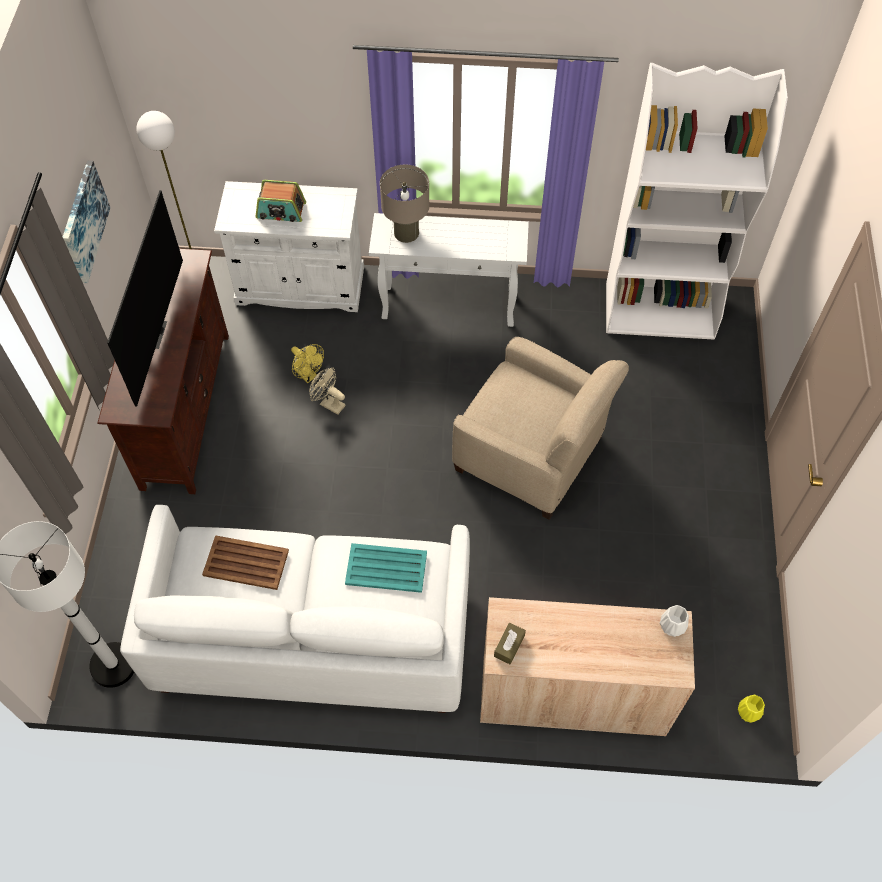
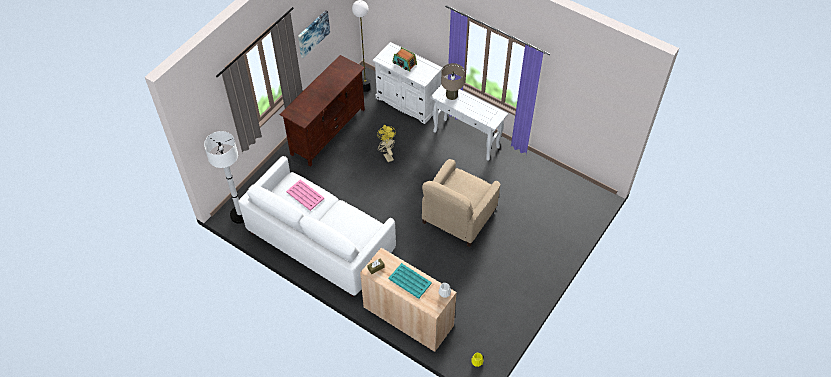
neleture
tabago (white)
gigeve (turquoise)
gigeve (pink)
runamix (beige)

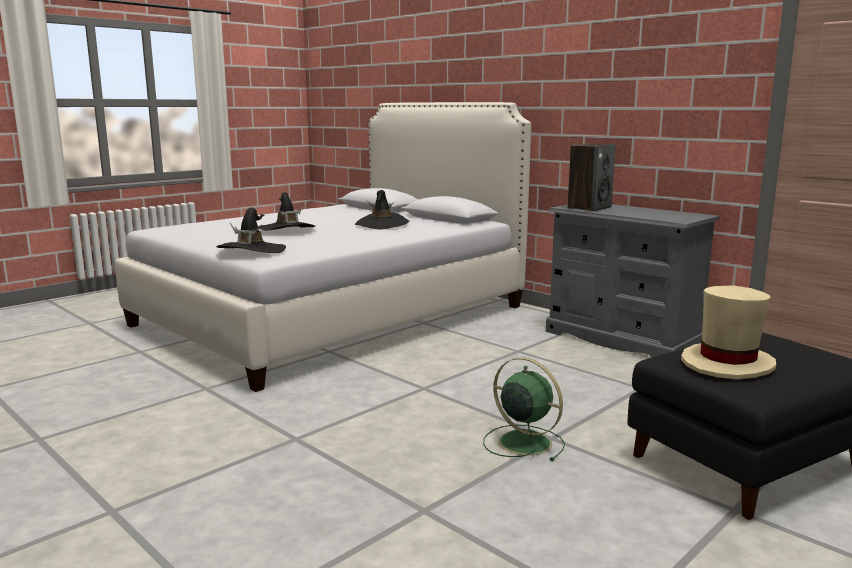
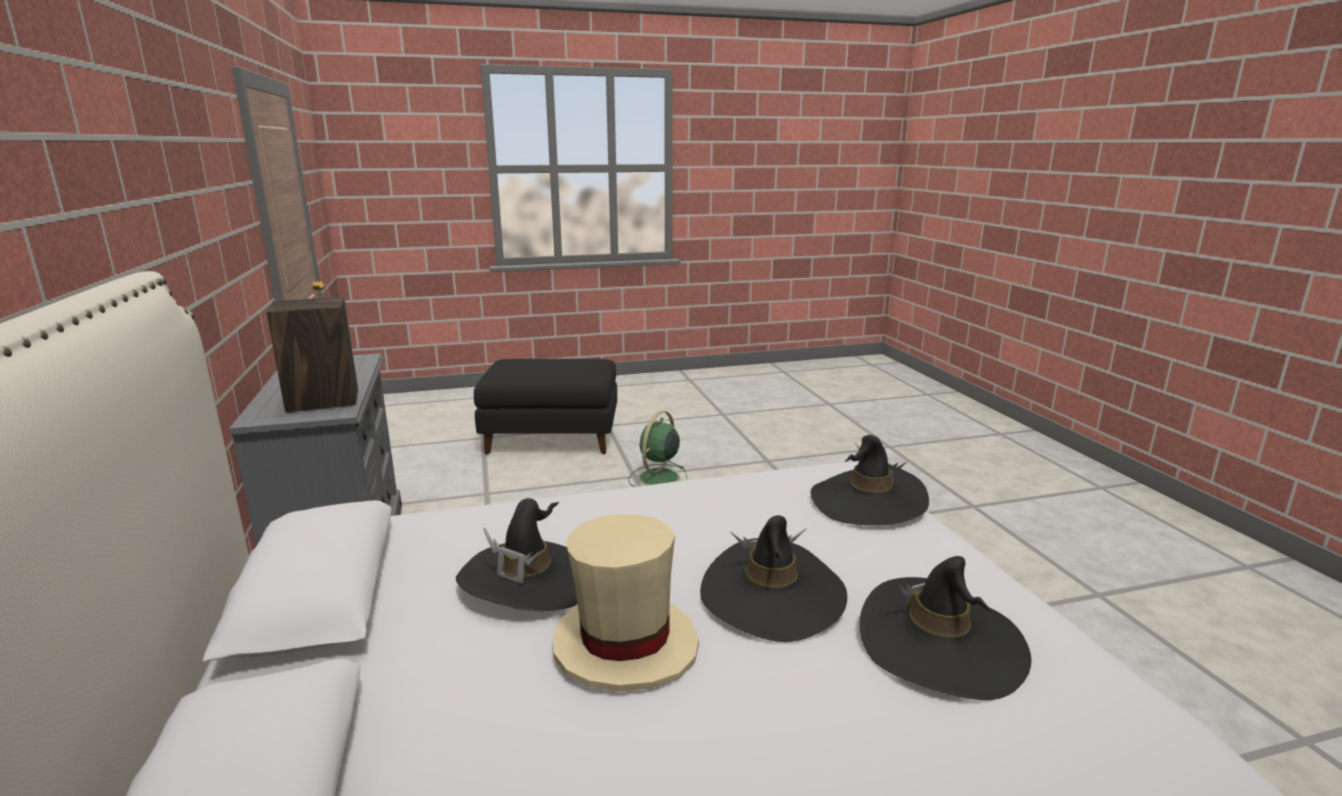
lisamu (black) (4th from left)
lisamu (beige)
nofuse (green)

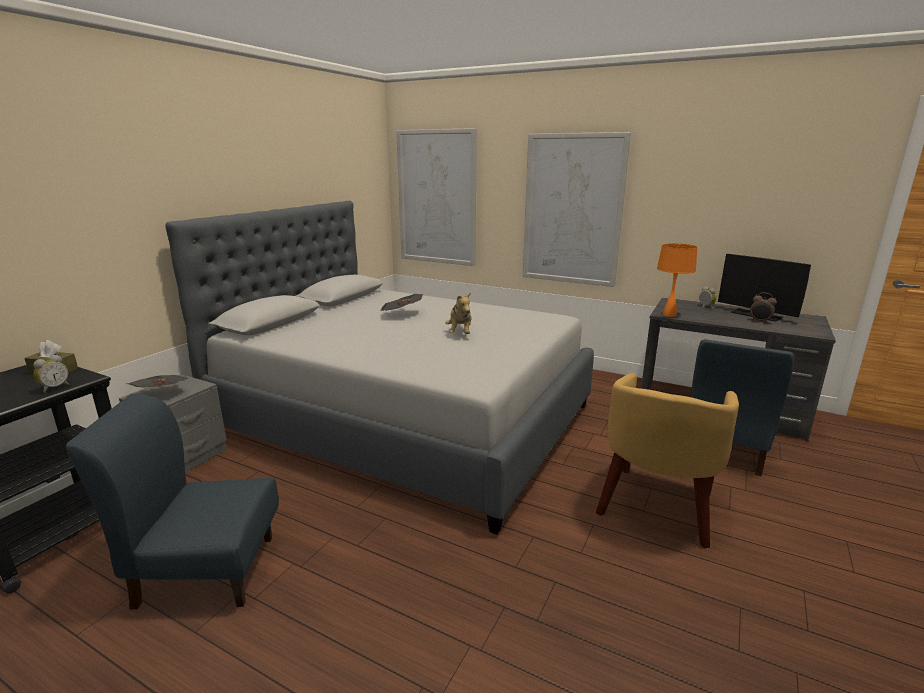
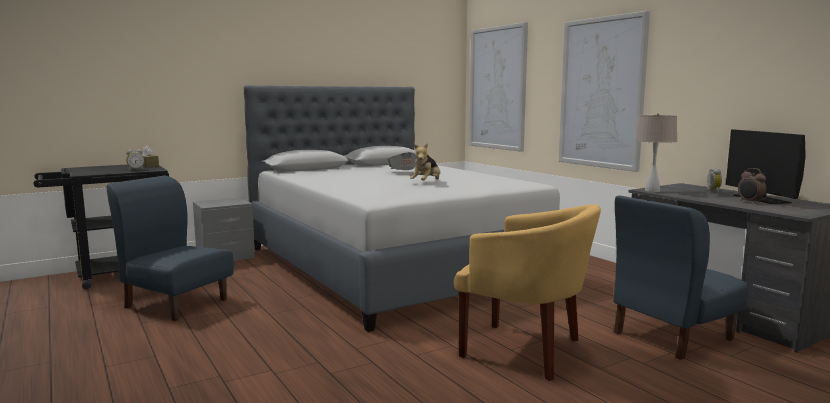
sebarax (1st from left in the first image)
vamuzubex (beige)
runamix (yellow)

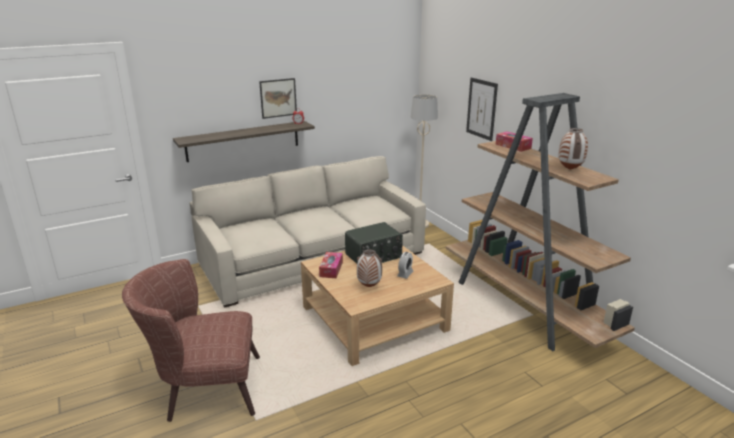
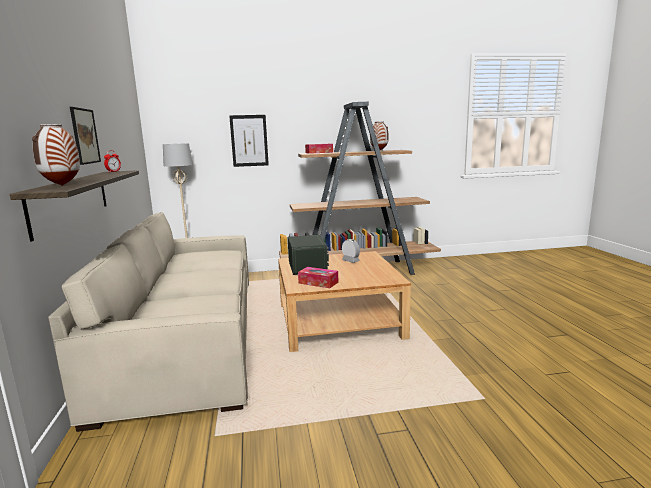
runamix (brown)
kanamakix (1st from left)

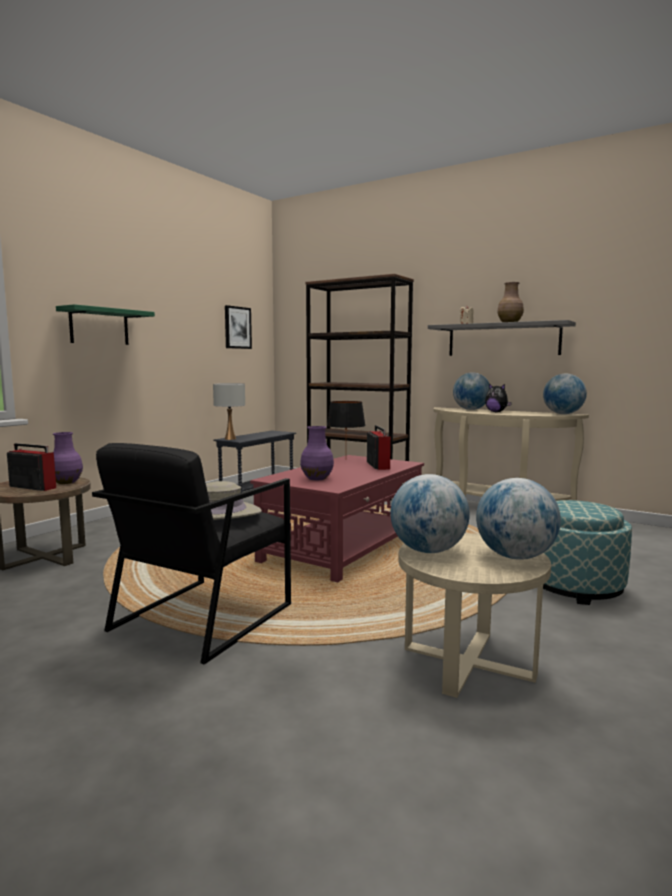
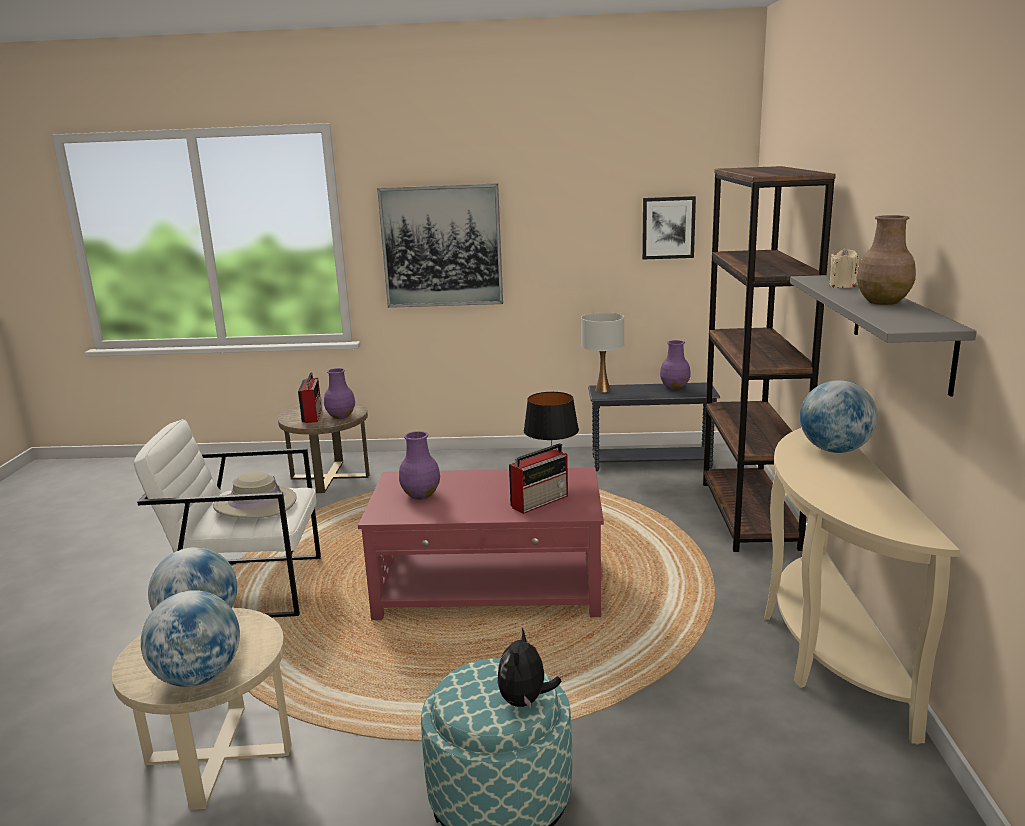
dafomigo (4th from left in the first image)
kanamakix (purple) (3rd from left)
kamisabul
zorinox (1st from left)
runamix (white)

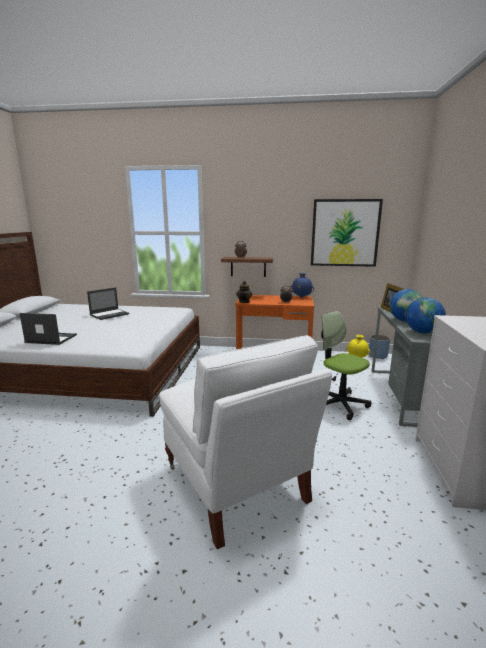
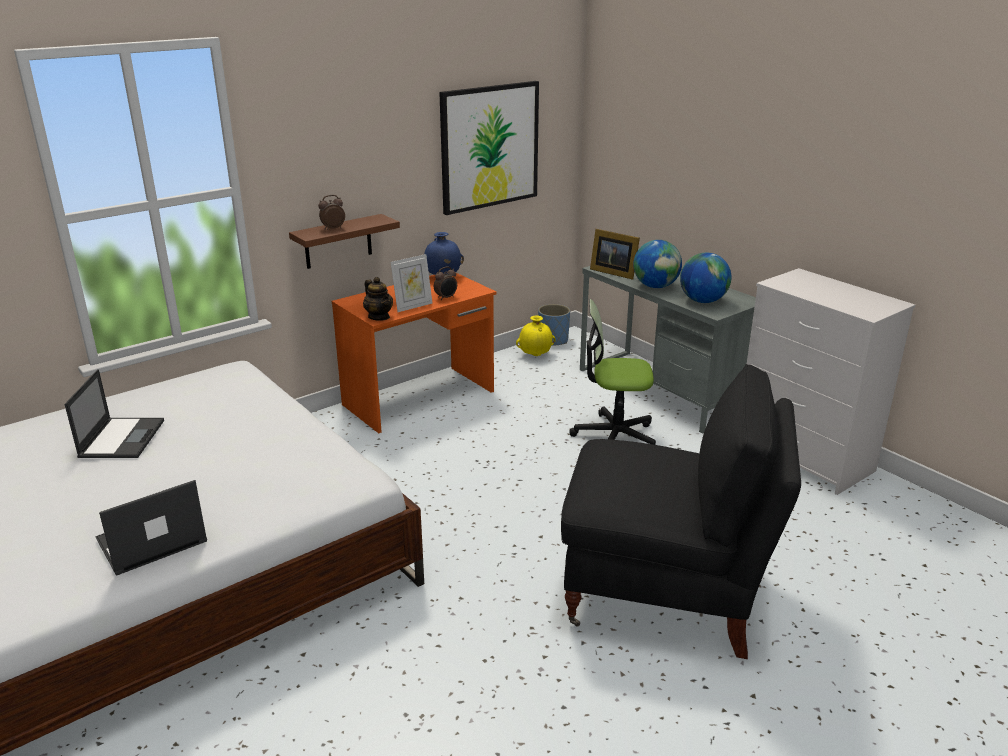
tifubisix (1st from left)
runamix (black)

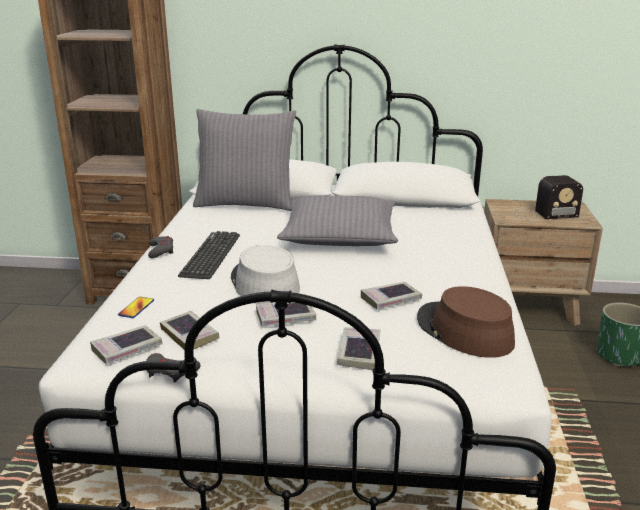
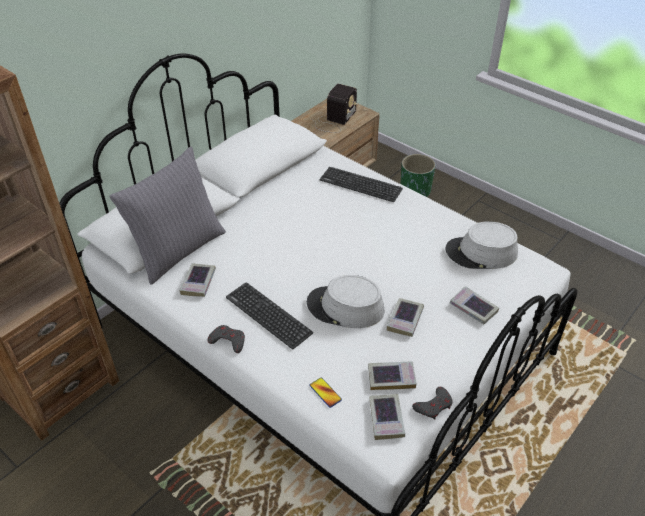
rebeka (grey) (2nd from left in the first image)
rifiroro (2nd from left)
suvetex (1st from left)
lisamu (grey) (2nd from left)

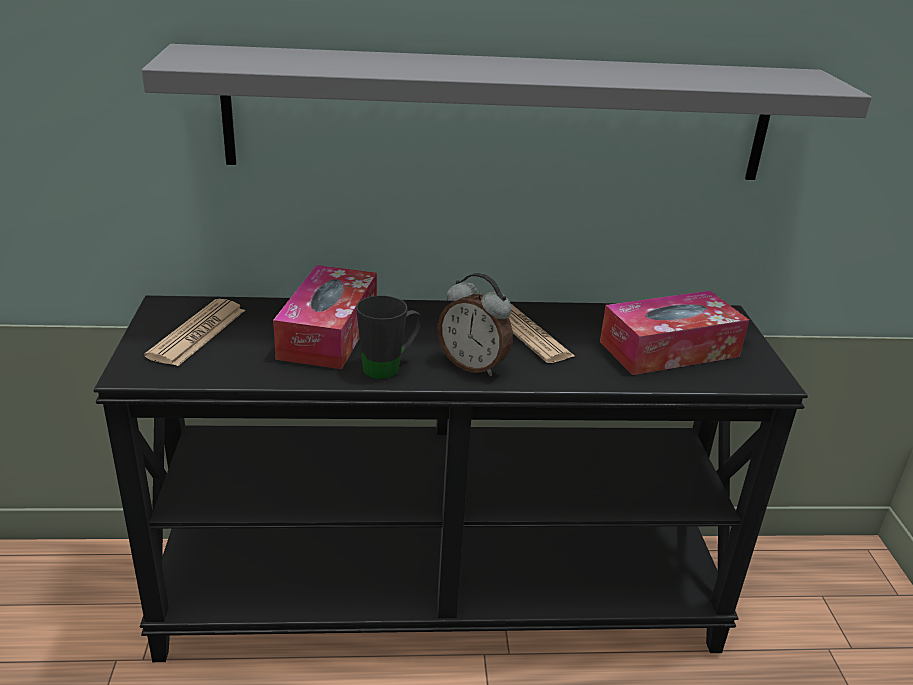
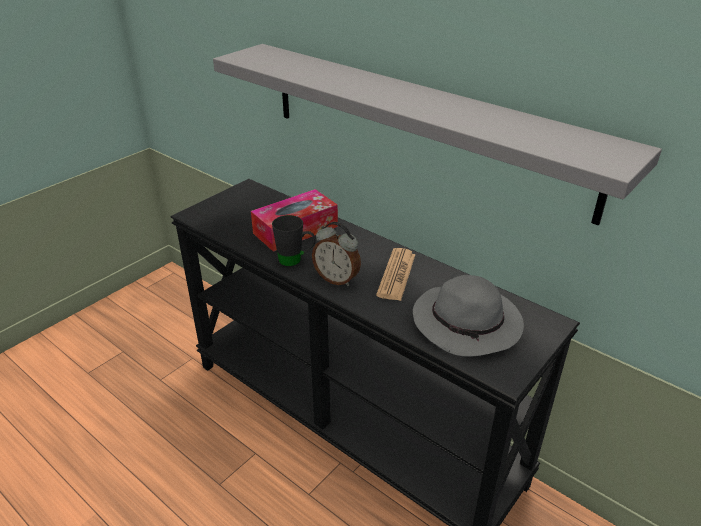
sebarax (1st from left in the first image)
lisamu (grey)
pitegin

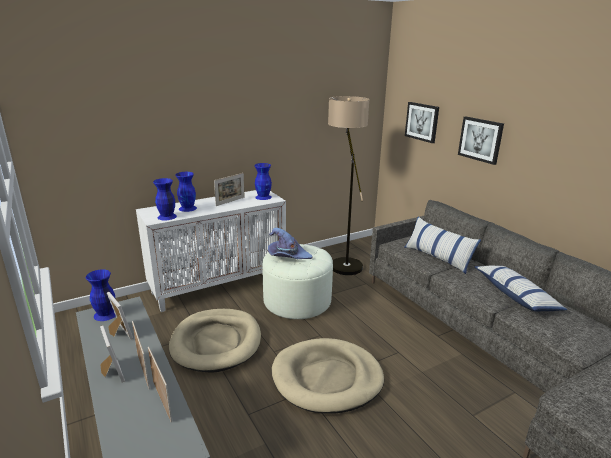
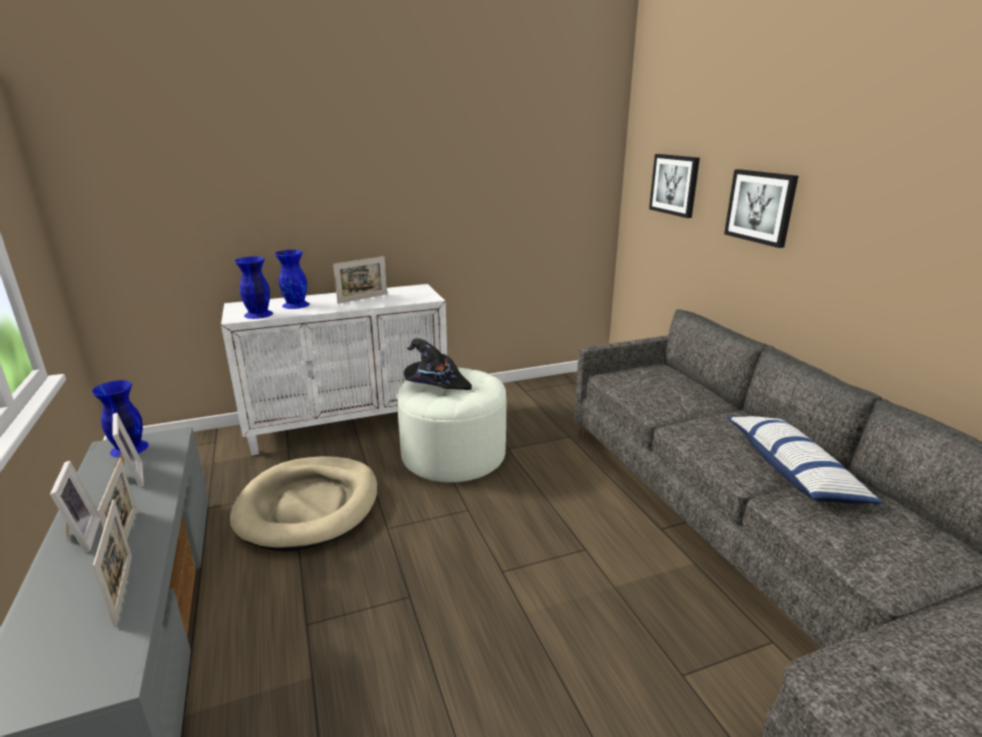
kanamakix (blue) (4th from left in the first image)
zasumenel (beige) (2nd from left in the first image)
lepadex
rebeka (1st from left in the first image)
lisamu (black)

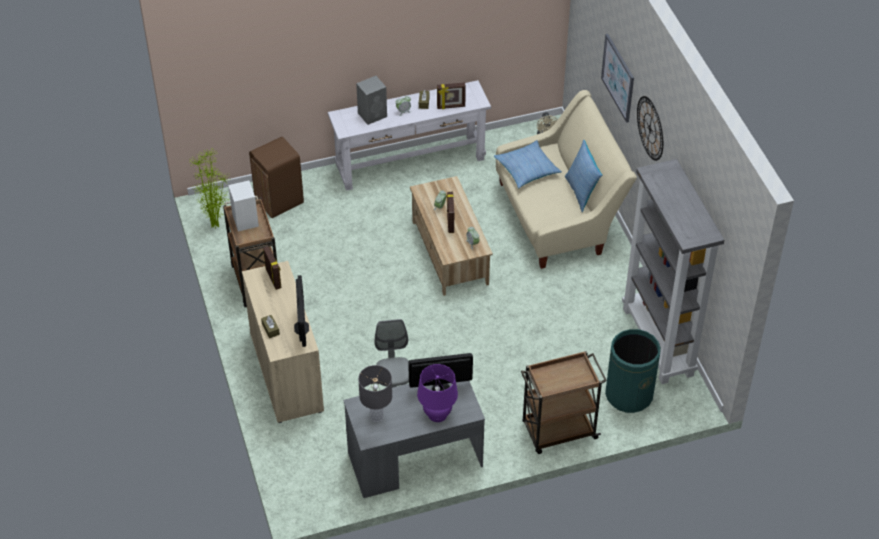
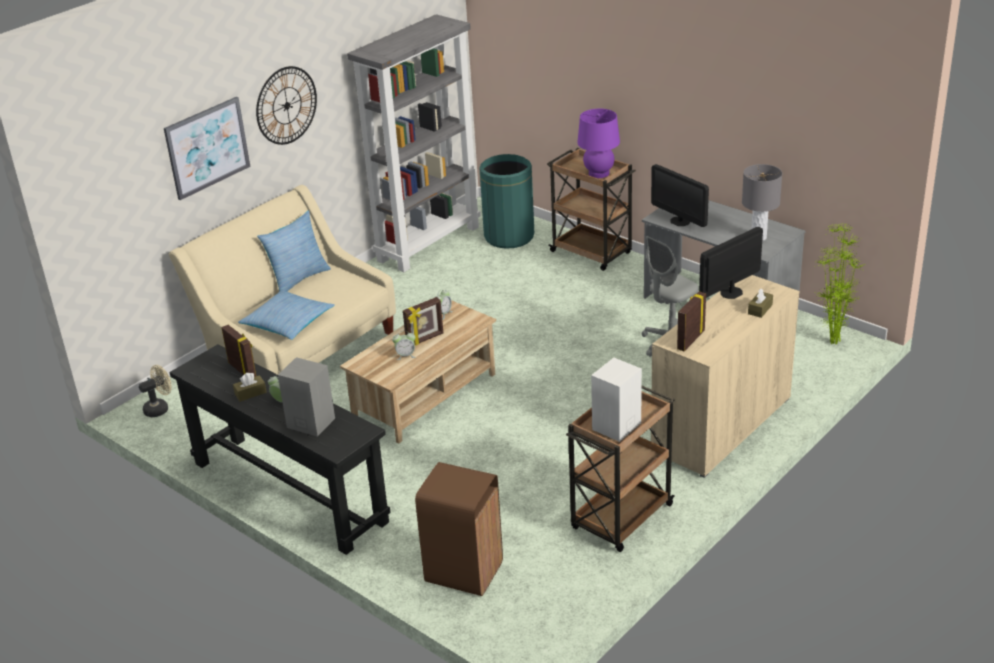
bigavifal
vamuzubex (purple)
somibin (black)

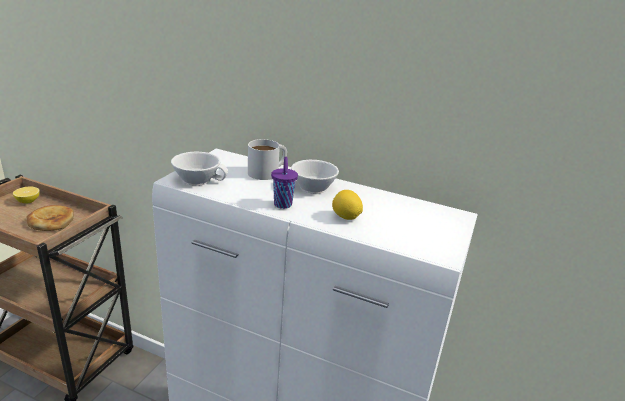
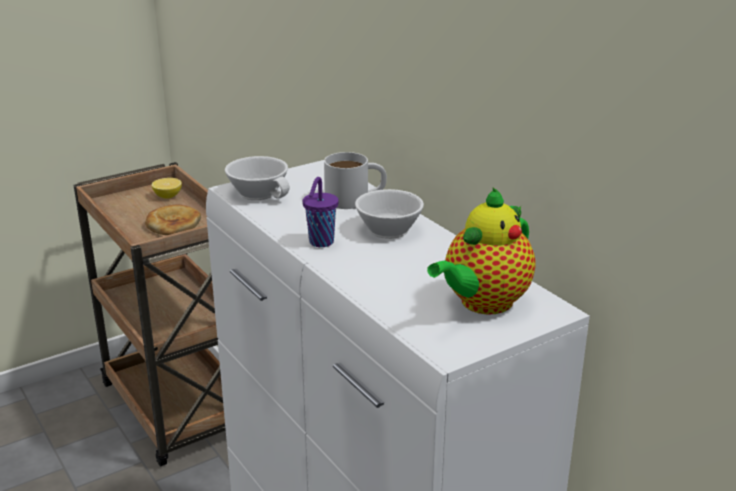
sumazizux (2nd from left in the first image)
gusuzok

